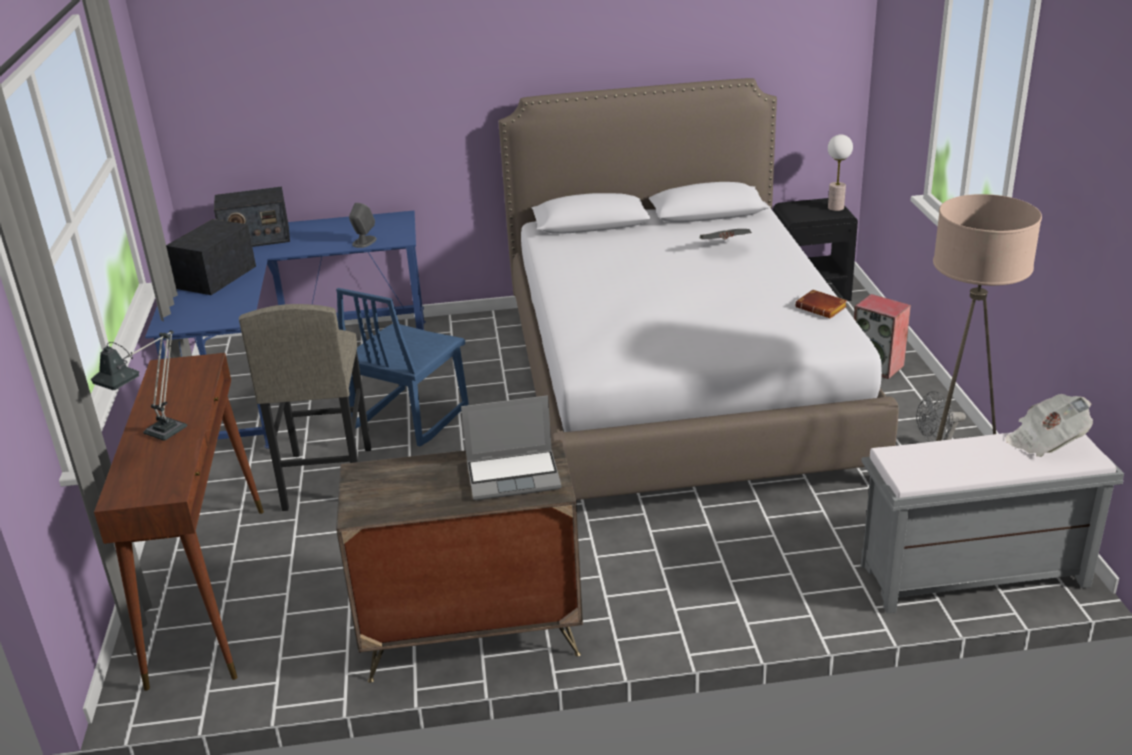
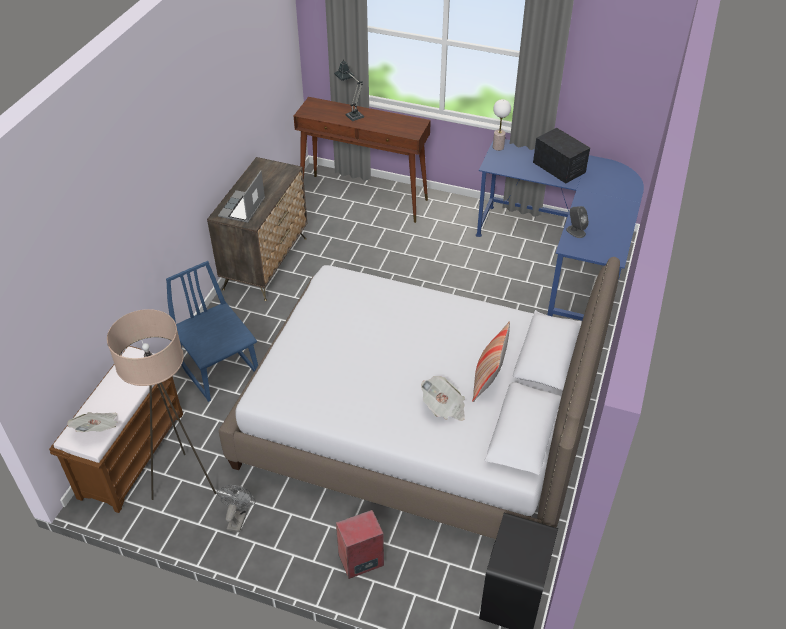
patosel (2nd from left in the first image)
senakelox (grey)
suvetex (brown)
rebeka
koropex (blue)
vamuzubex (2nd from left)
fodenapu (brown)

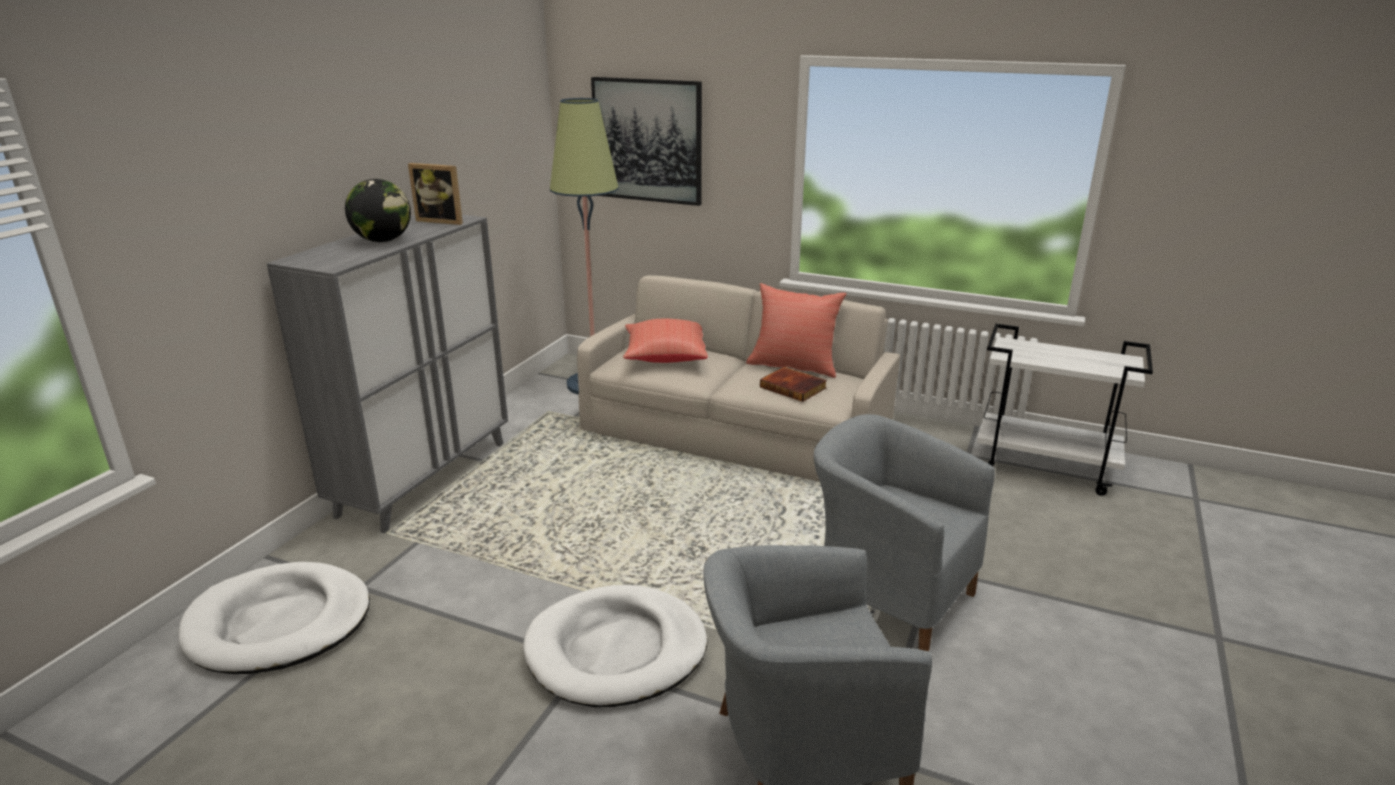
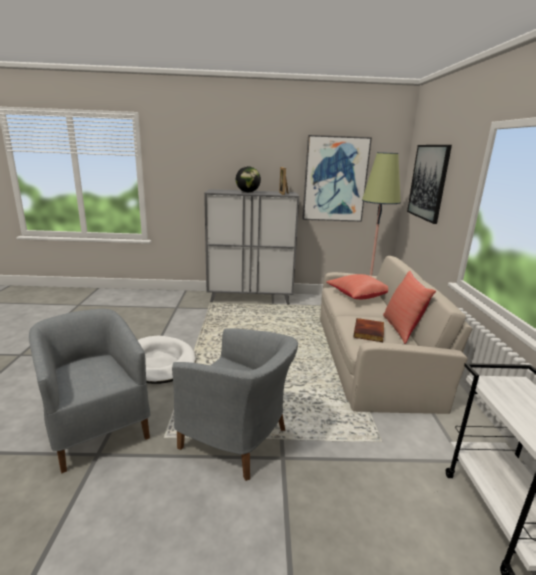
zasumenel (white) (1st from left in the first image)
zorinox (1st from left)
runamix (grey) (2nd from left)

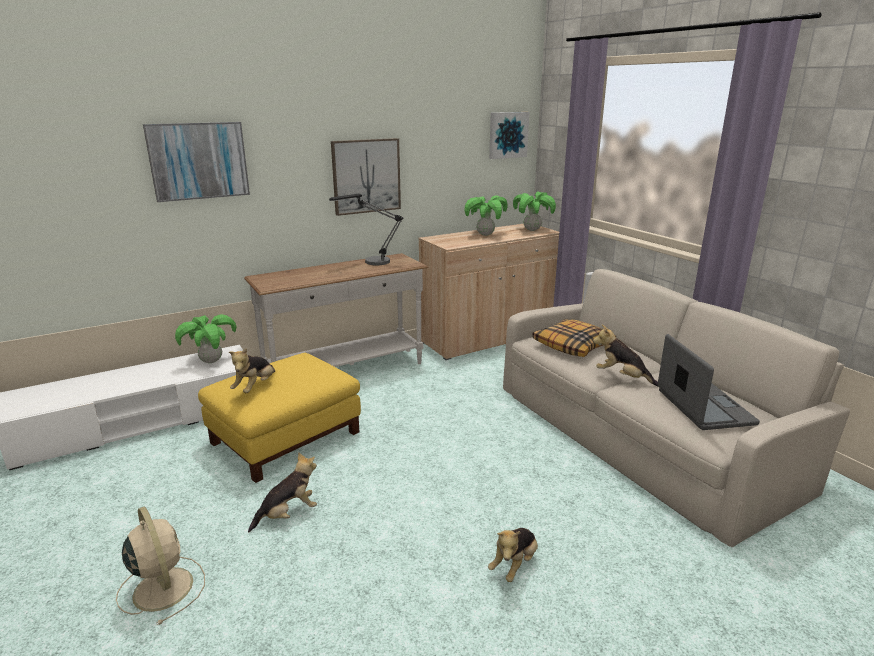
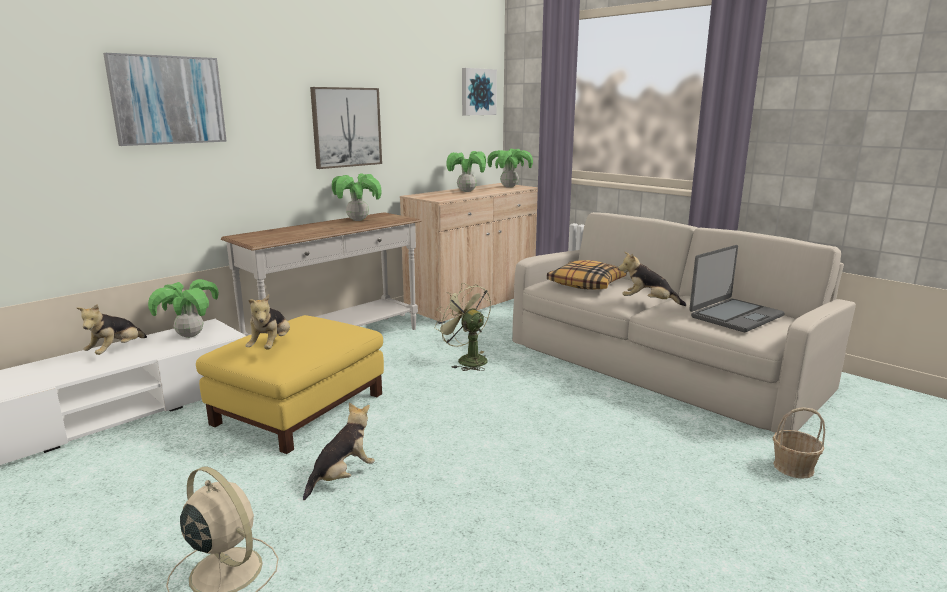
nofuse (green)
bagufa
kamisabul (1st from left)
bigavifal (2nd from left)
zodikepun

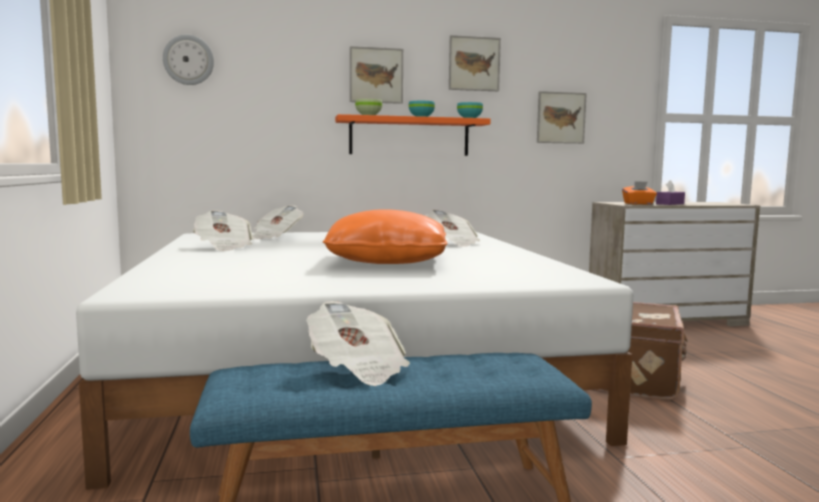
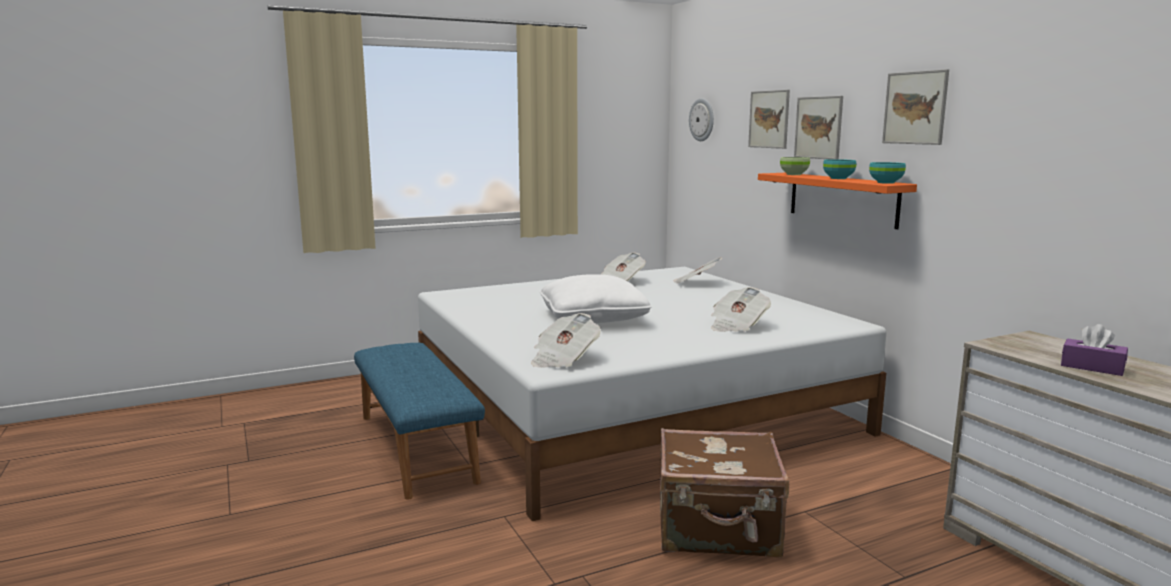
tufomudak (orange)
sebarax (1st from left)
zorinox (1st from left)
rebeka (white)

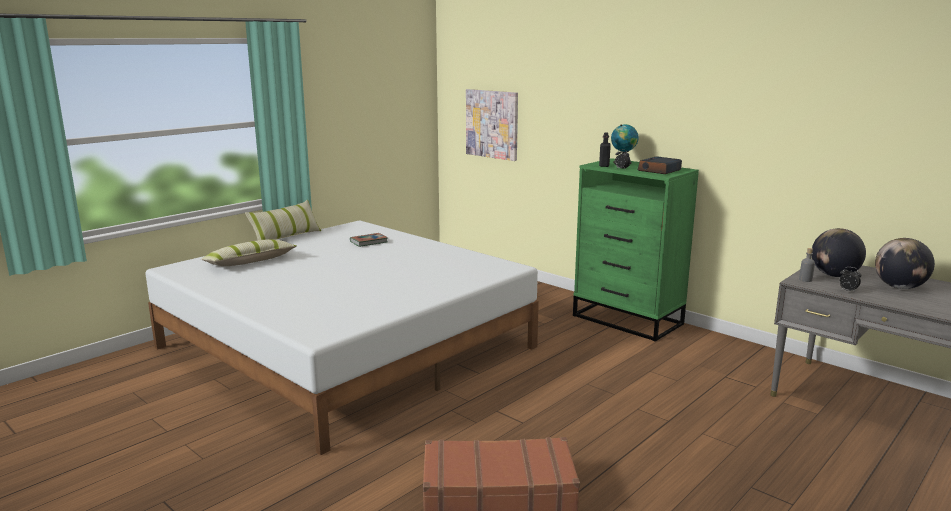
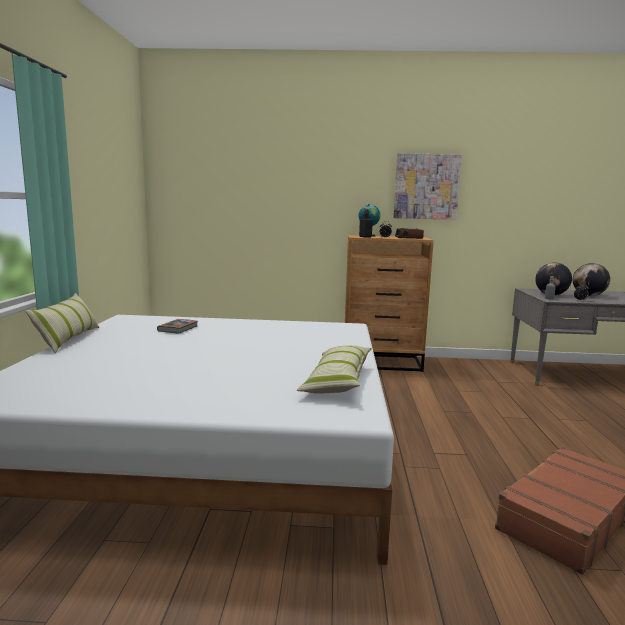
rebeka (2nd from left)
zorinox
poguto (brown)

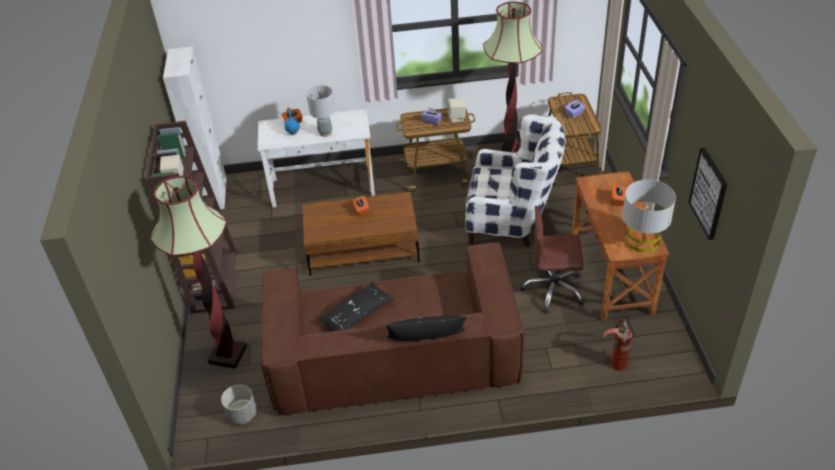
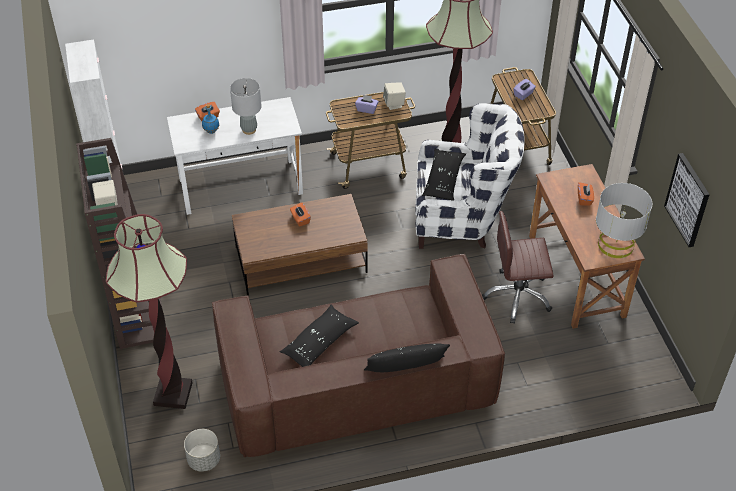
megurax
rebeka (black) (3rd from left)

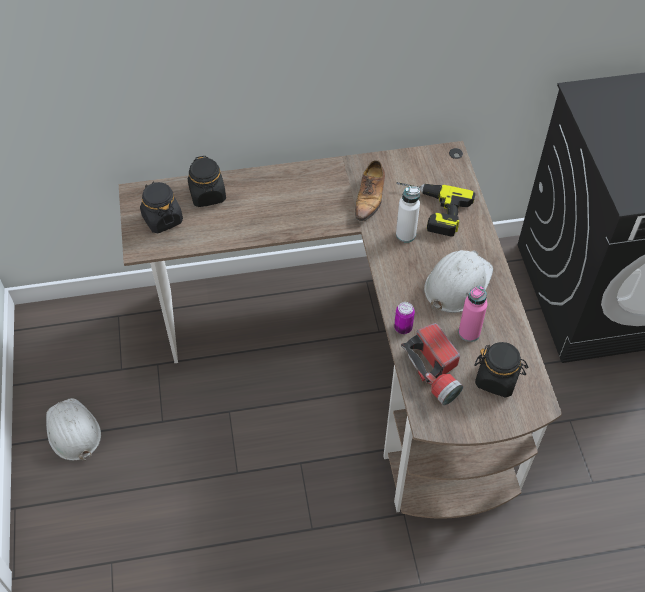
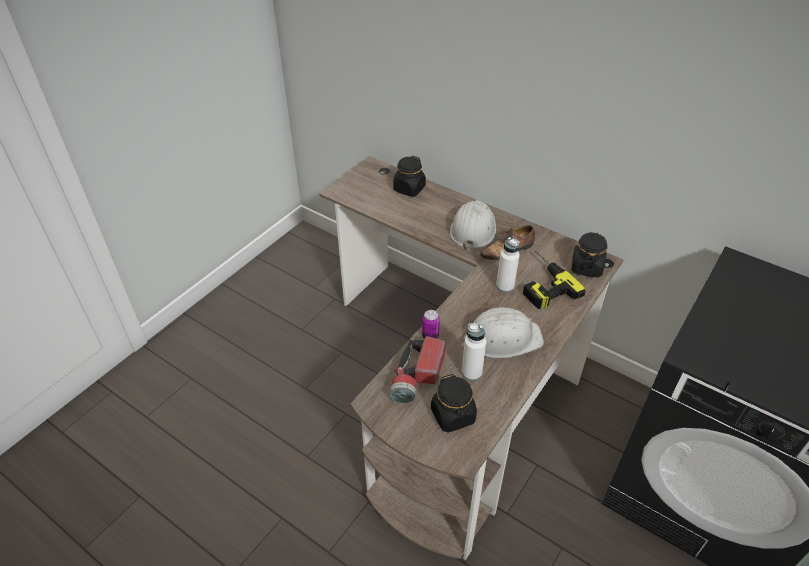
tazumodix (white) (1st from left)
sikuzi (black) (3rd from left)
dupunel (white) (1st from left)

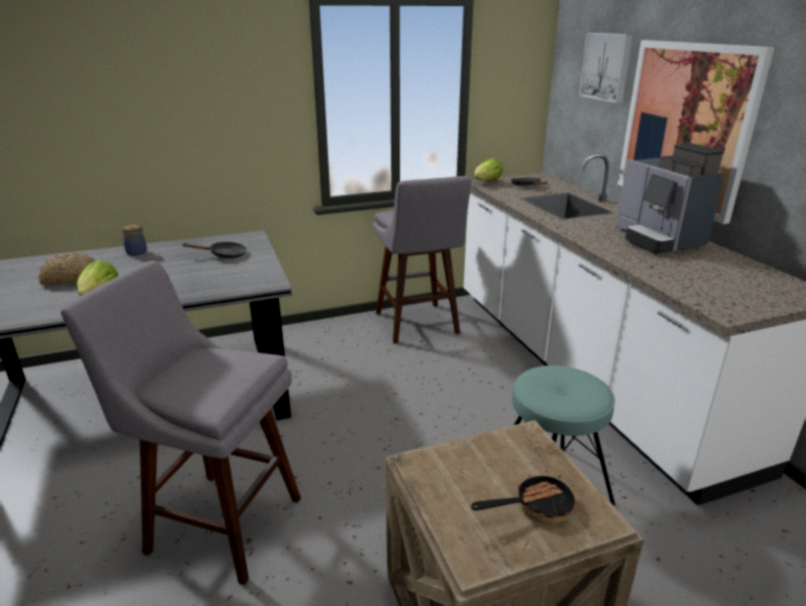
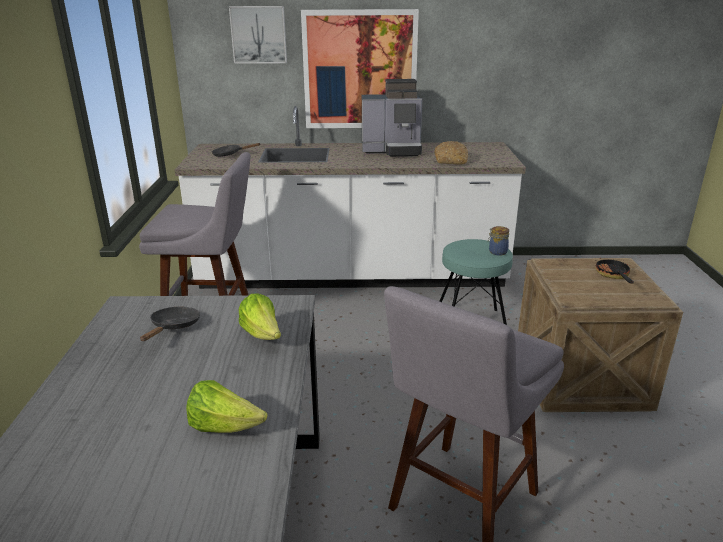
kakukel
sikuzi
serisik (2nd from left)

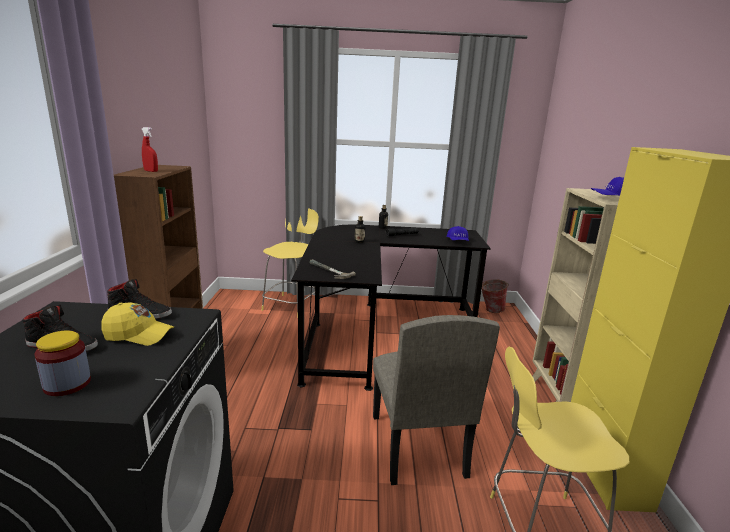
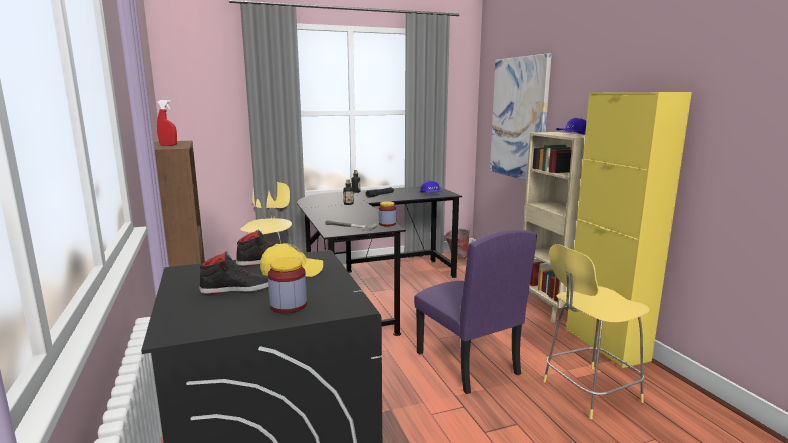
sikuzi (2nd from left)
zorinox
koropex (purple)

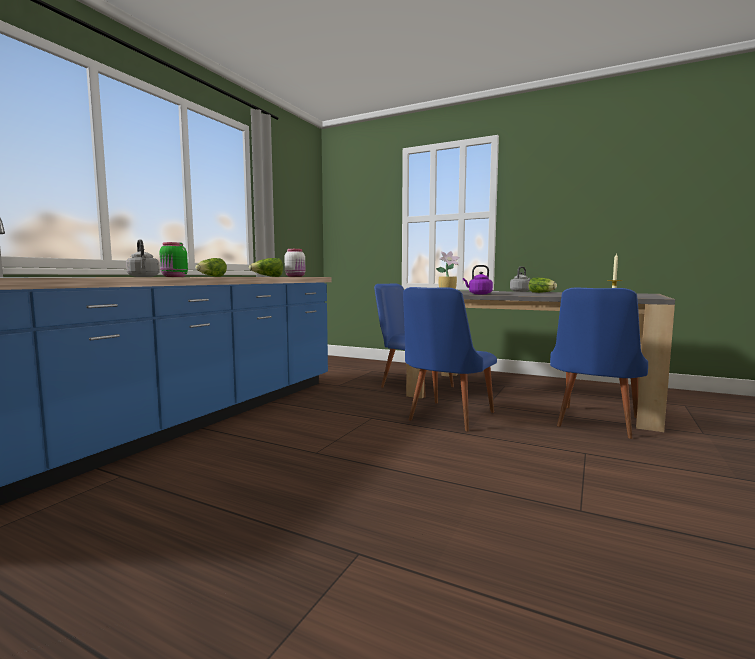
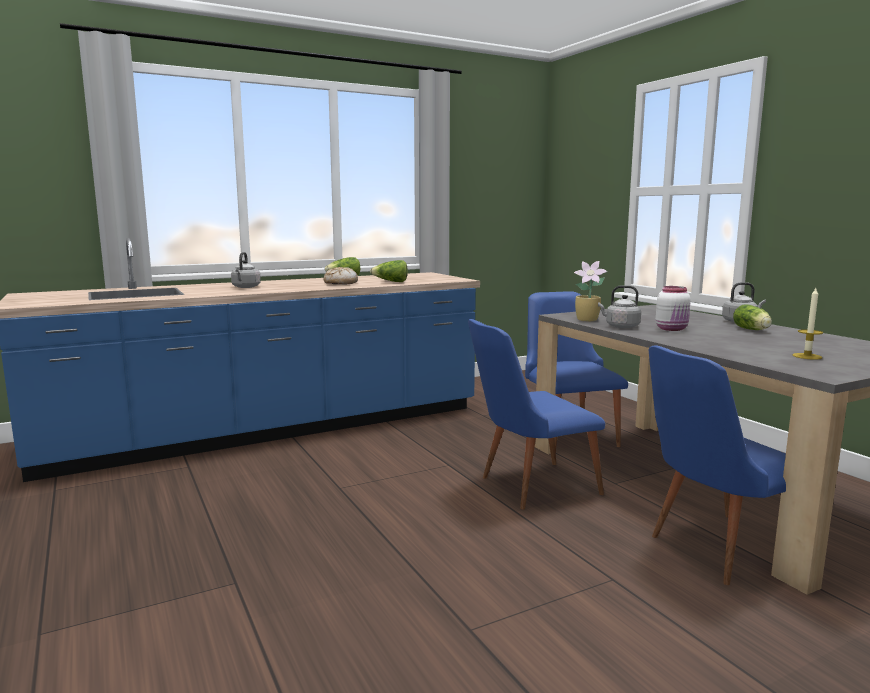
sikuzi (green)
kakukel
sikuzi (white)
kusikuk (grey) (2nd from left)

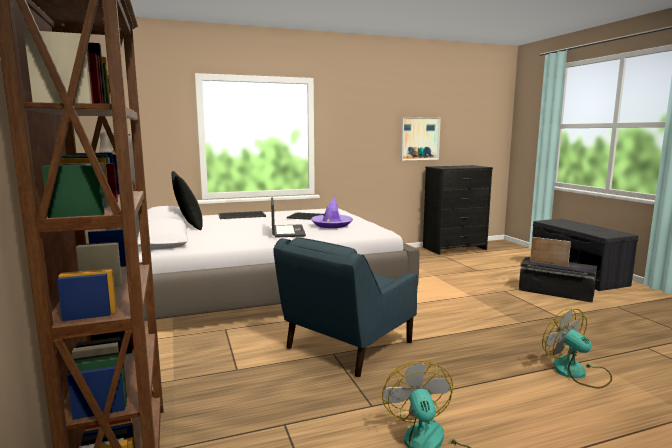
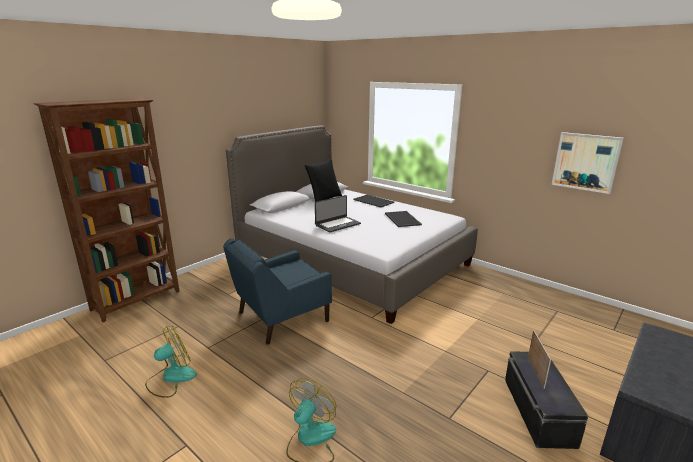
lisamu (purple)
poguto (black)
runamix (blue)

